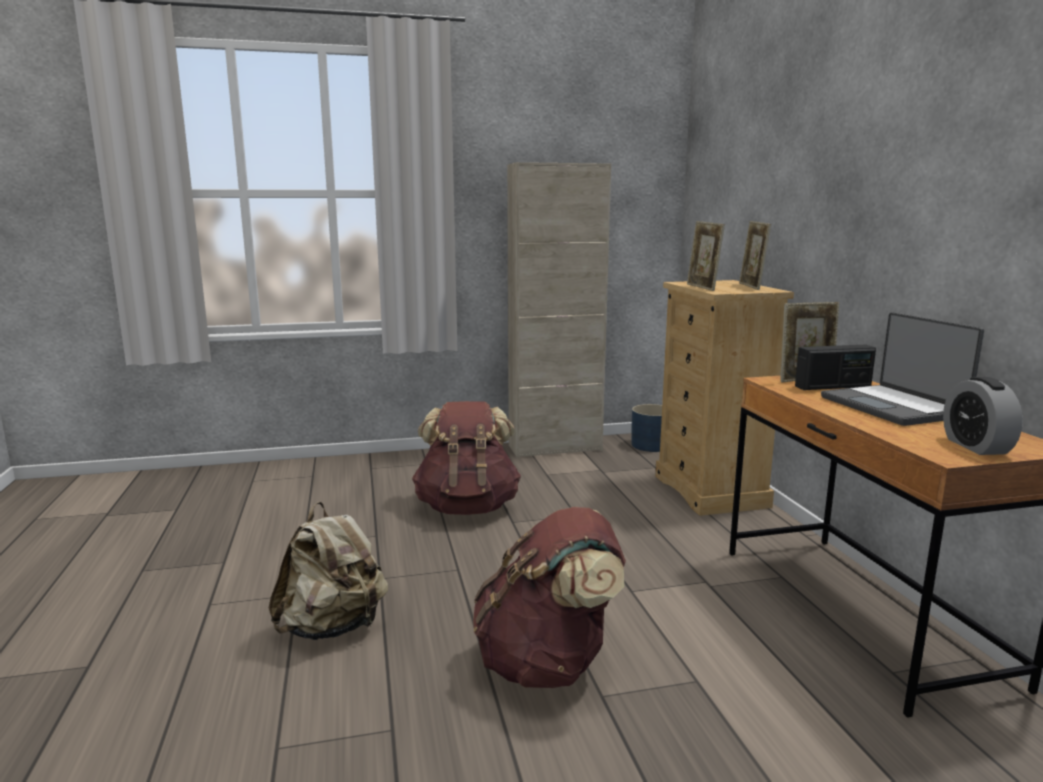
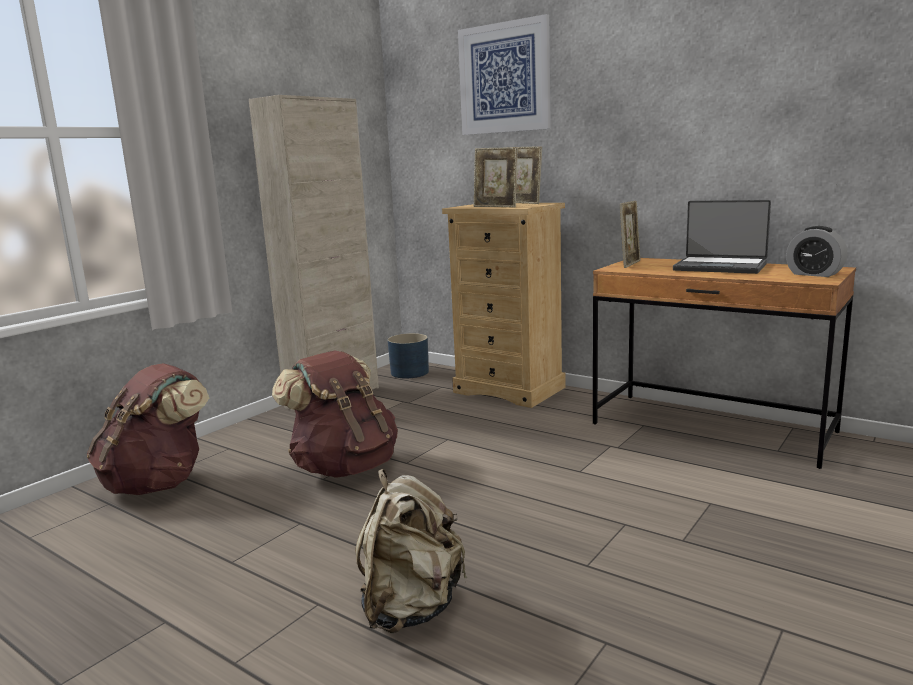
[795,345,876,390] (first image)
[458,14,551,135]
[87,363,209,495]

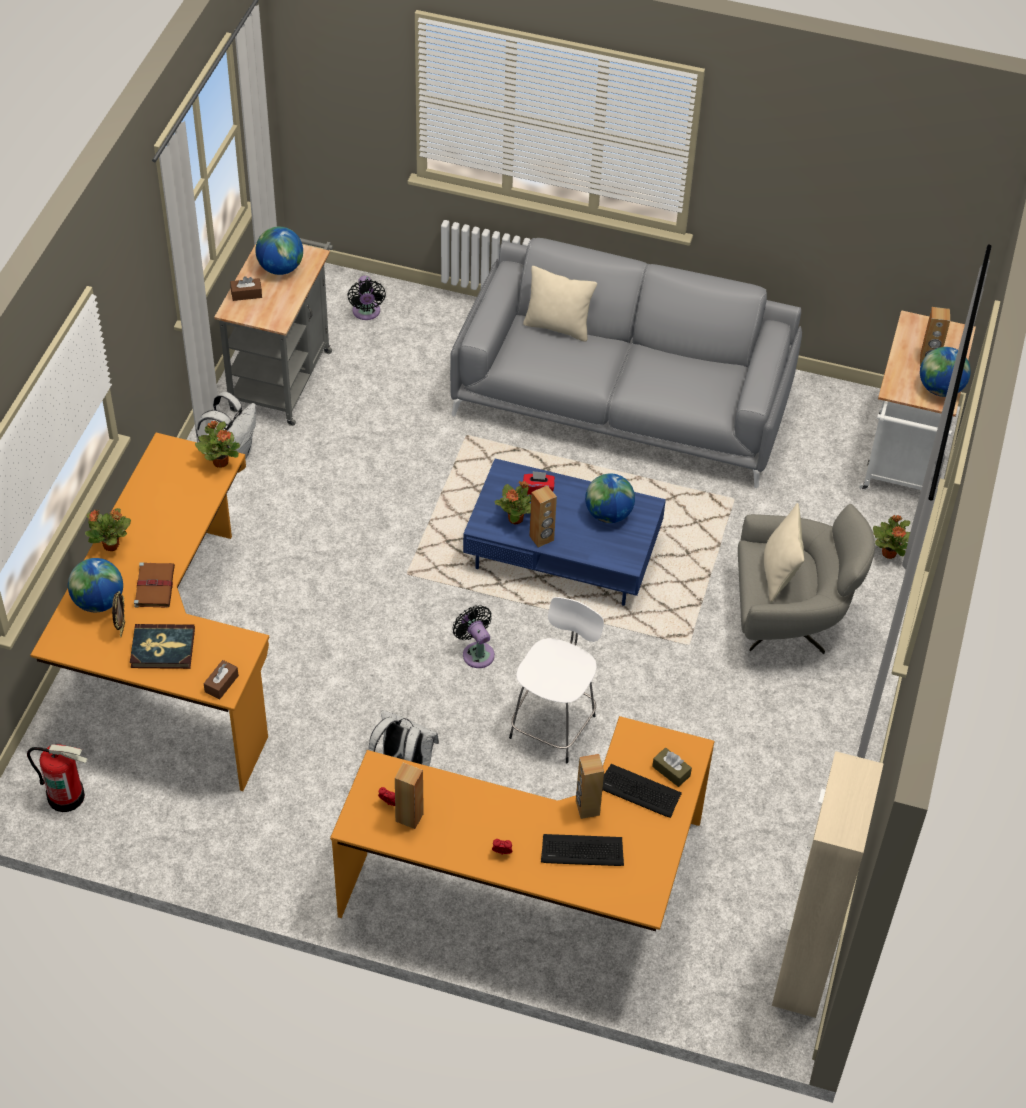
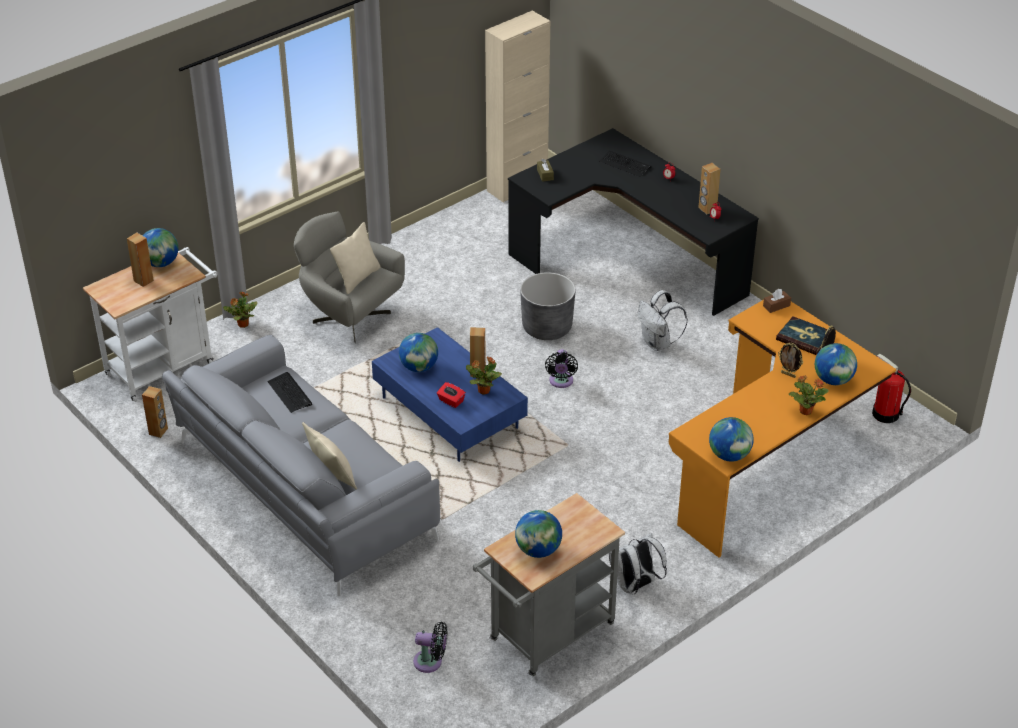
[195,421,240,468] (first image)
[230,276,262,301] (first image)
[709,417,754,462]
[142,386,168,438]
[267,372,313,413]
[778,343,803,378]
[520,272,576,340]
[508,128,759,316]
[413,622,448,673]

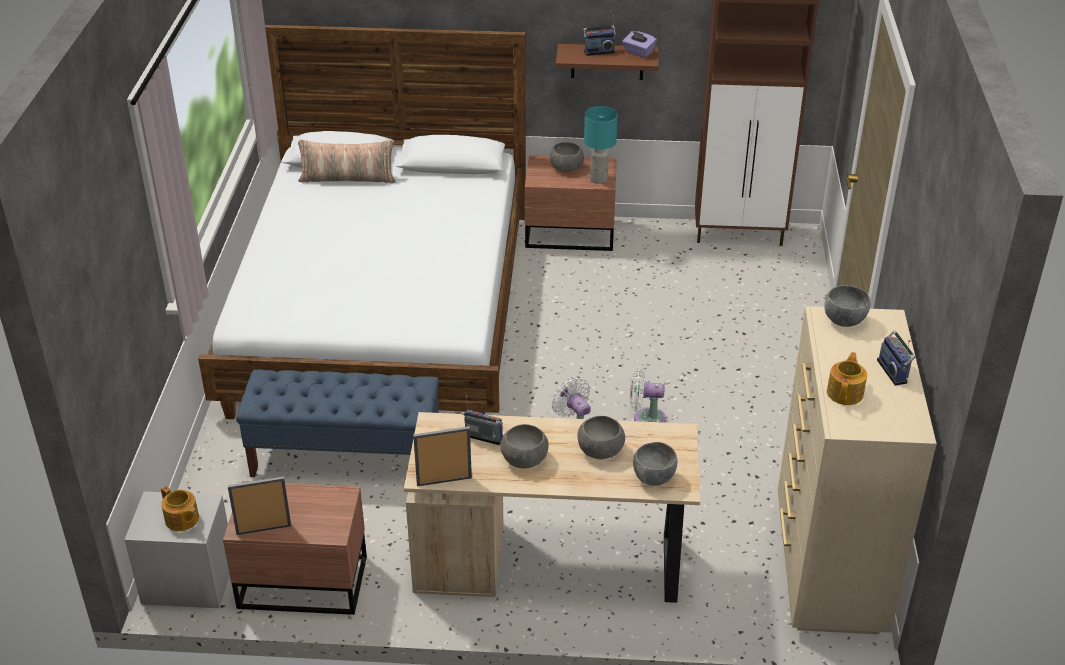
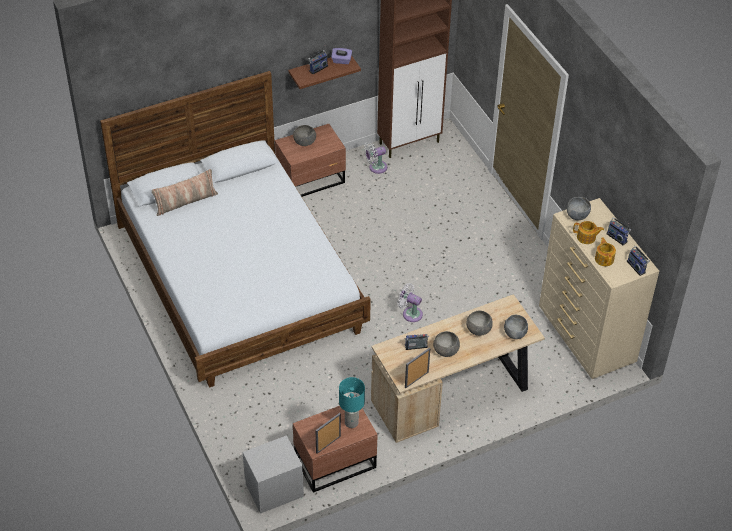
[236,369,439,477] (first image)
[627,246,649,276]
[573,221,604,244]
[339,377,365,428]
[364,142,387,174]

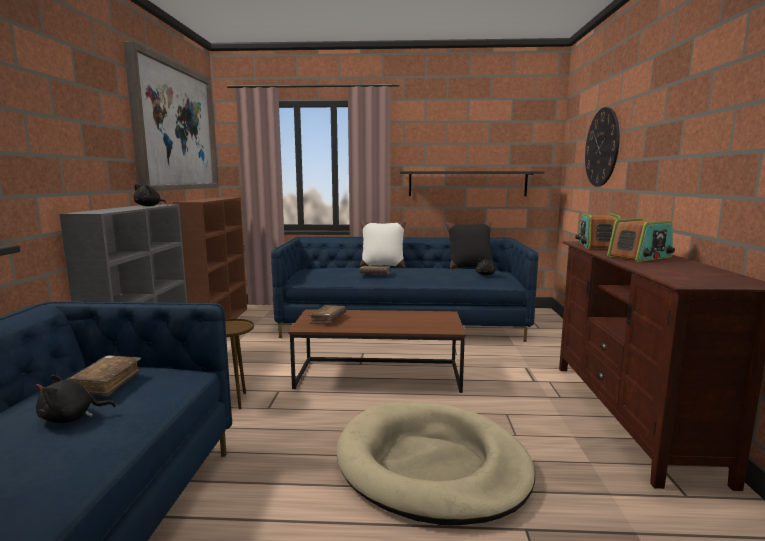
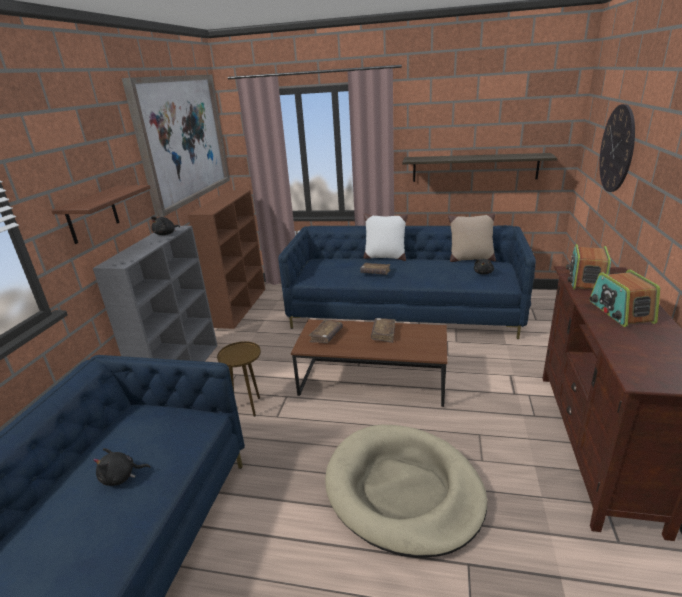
[51,185,151,244]
[371,318,396,343]
[448,213,496,262]
[589,270,660,327]

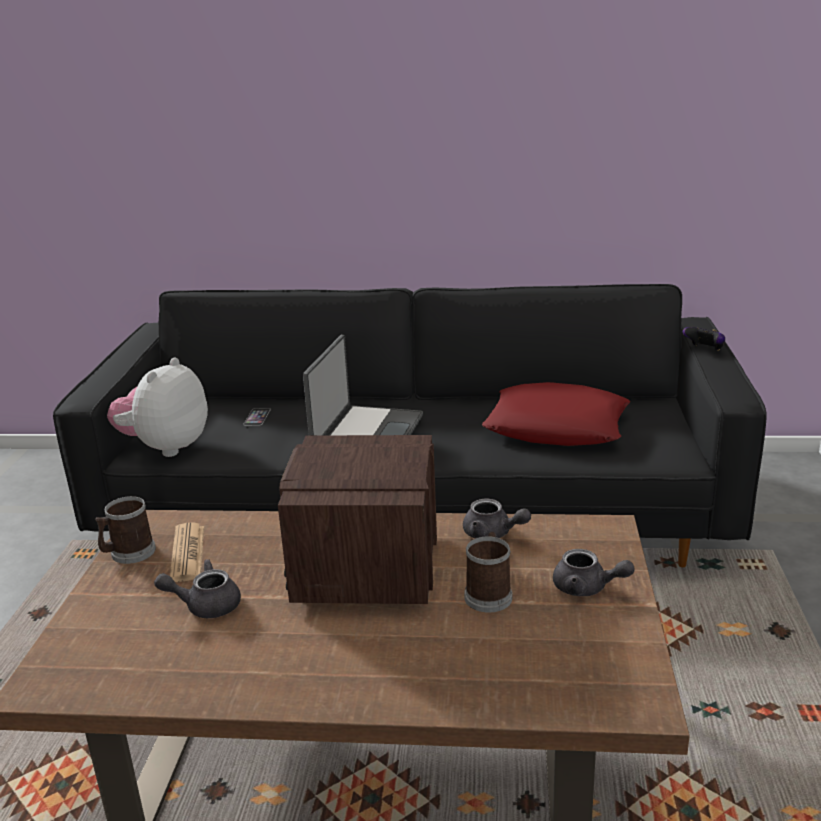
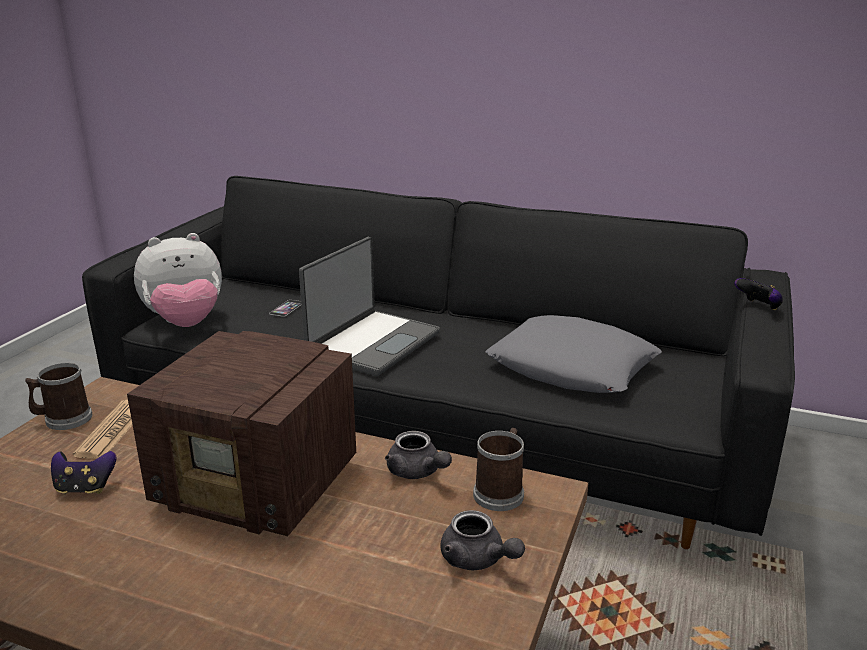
[473,428,524,511]
[51,451,116,494]
[485,315,662,393]
[134,233,222,327]
[127,331,356,536]

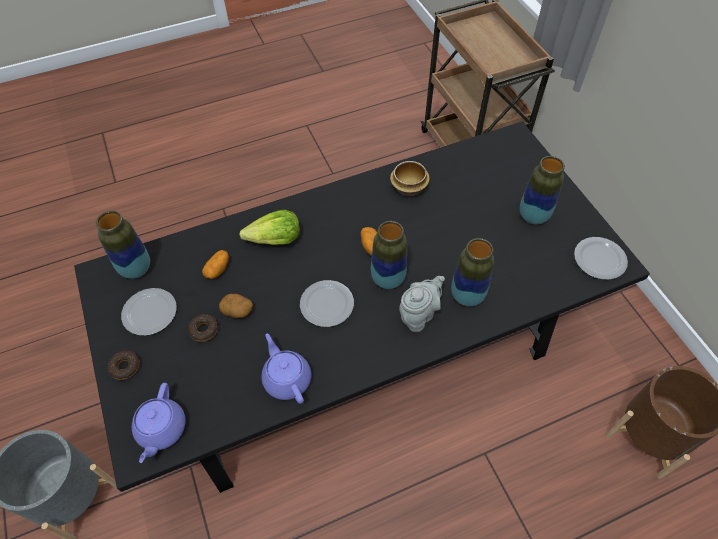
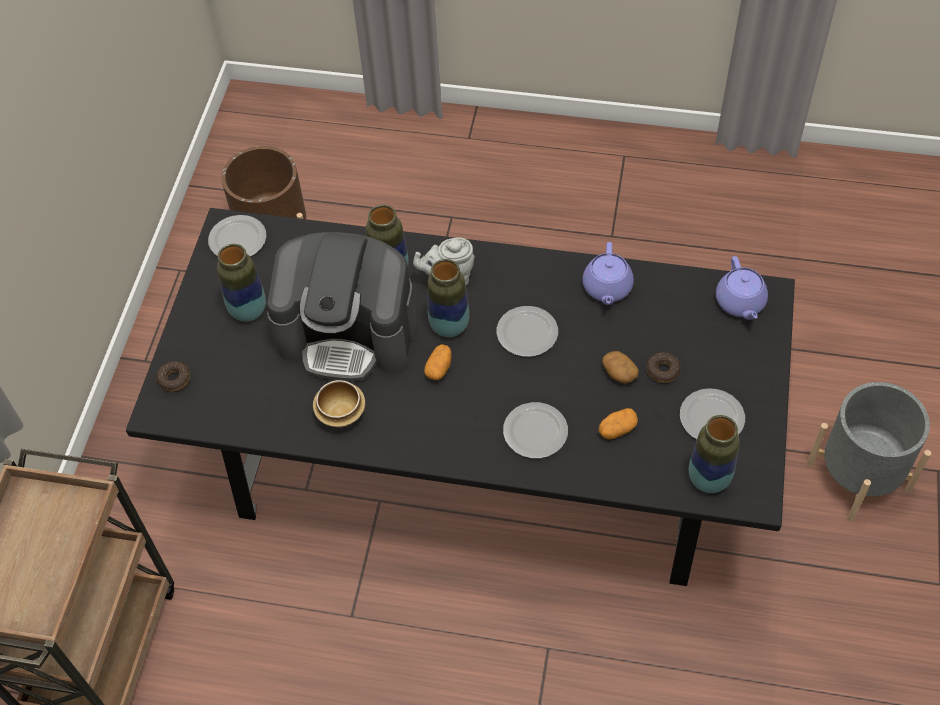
[267,232,416,382]
[156,361,190,392]
[503,402,568,459]
[716,256,768,320]

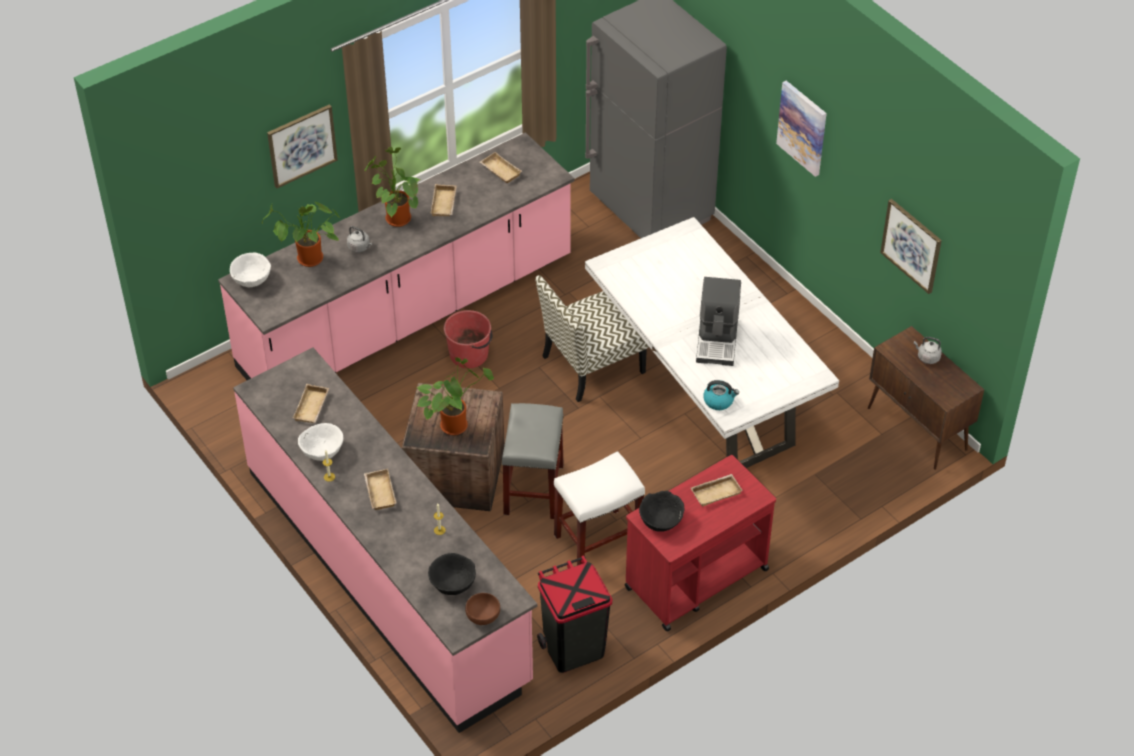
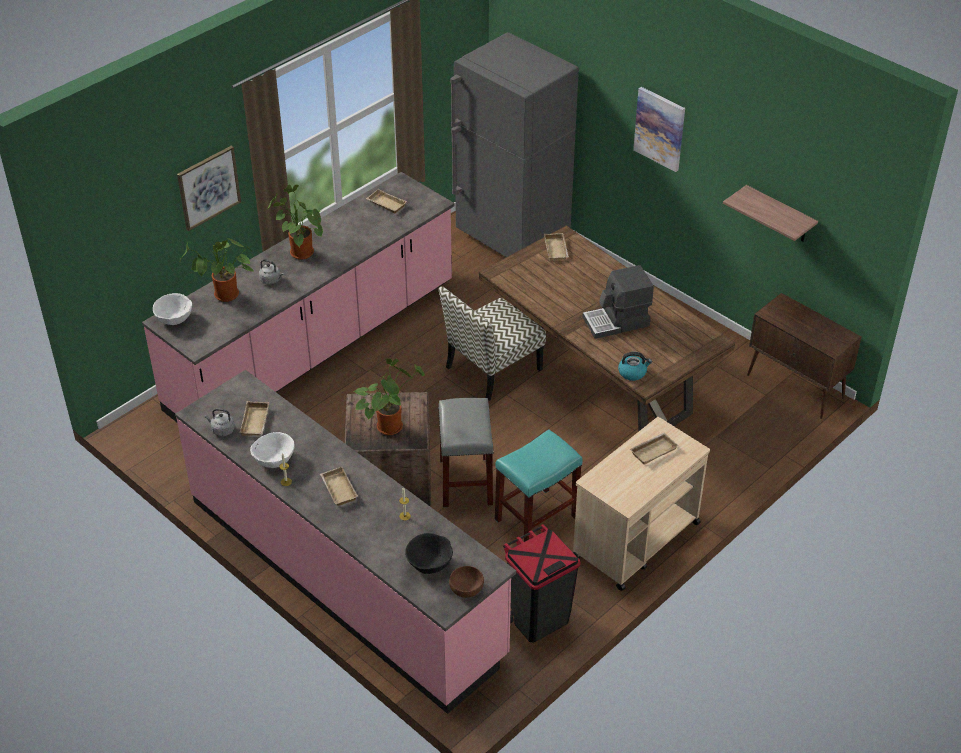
[444,310,493,368] (first image)
[639,491,685,532] (first image)
[544,233,569,261]
[205,408,235,436]
[723,185,818,242]
[495,429,582,542]
[479,225,735,432]
[573,417,710,591]
[582,265,654,339]

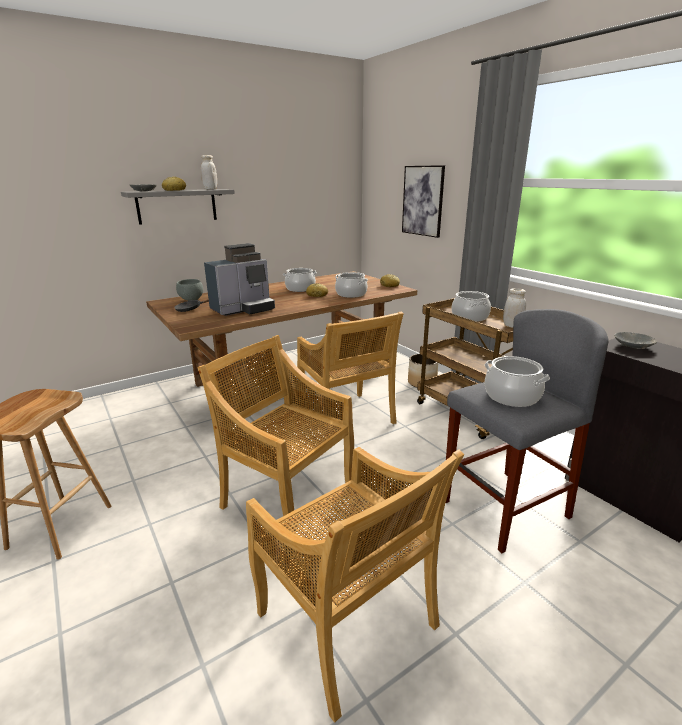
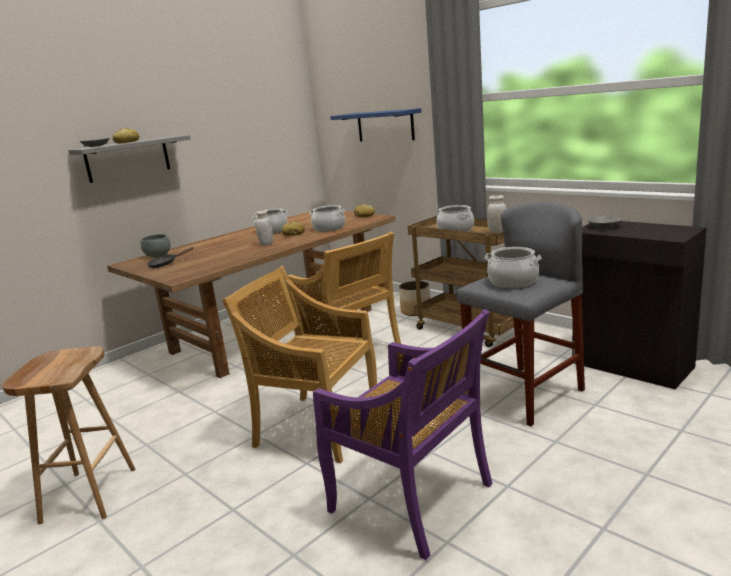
[204,243,275,316] (first image)
[256,210,273,246]
[330,108,421,142]
[313,309,492,560]

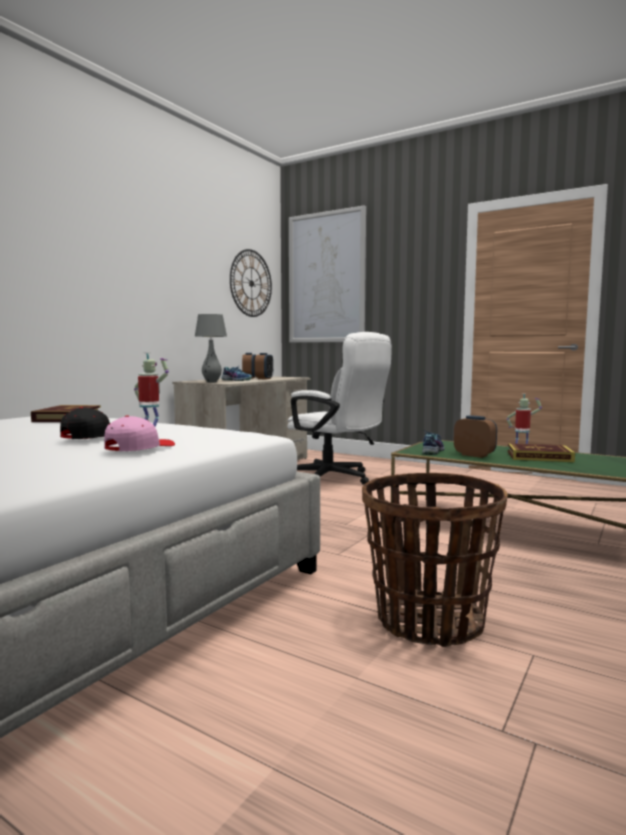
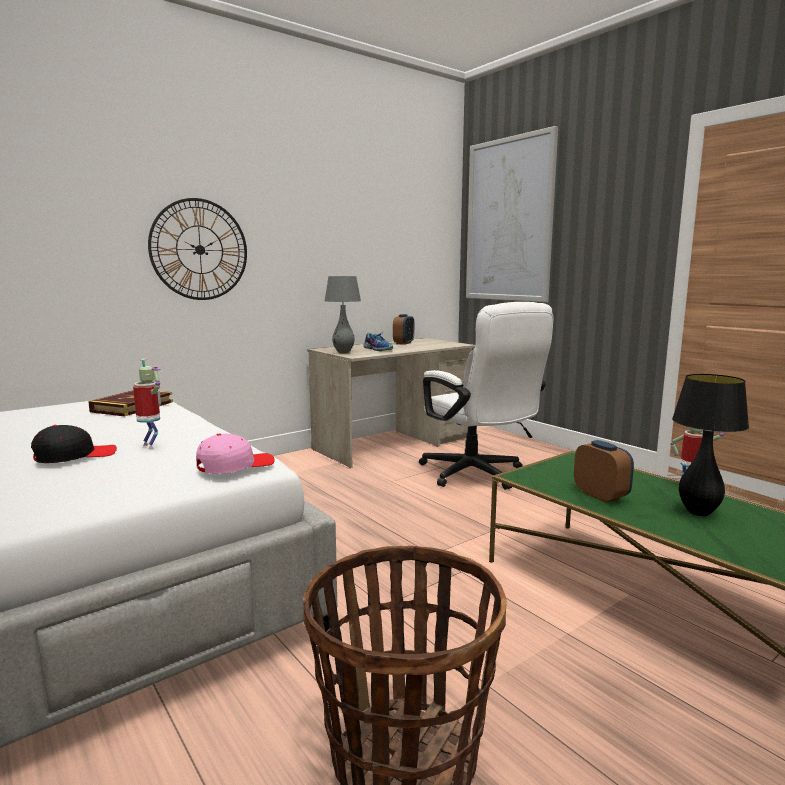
[255,353,273,379] (first image)
[422,431,444,455] (first image)
[196,434,275,474]
[148,198,247,300]
[672,374,749,516]

